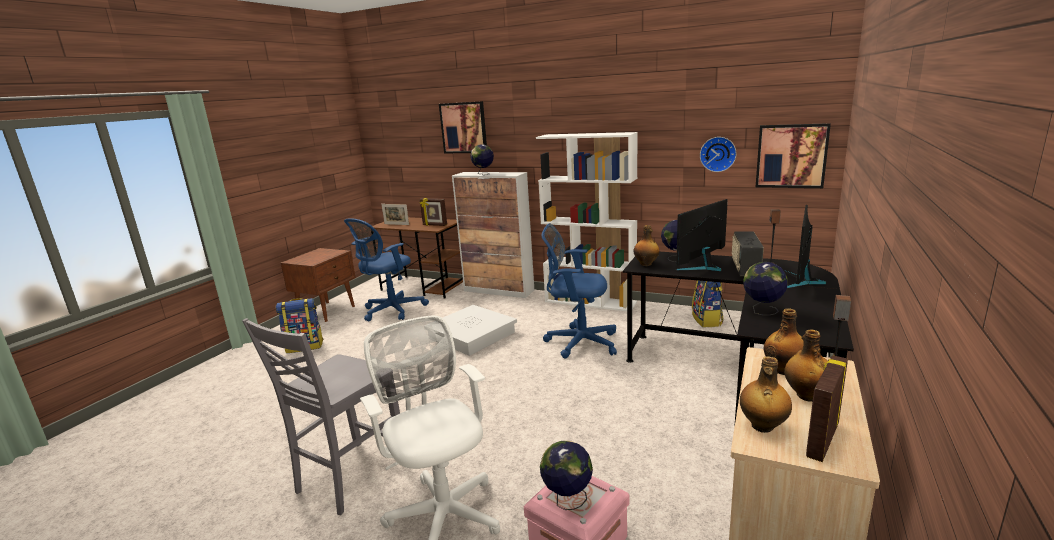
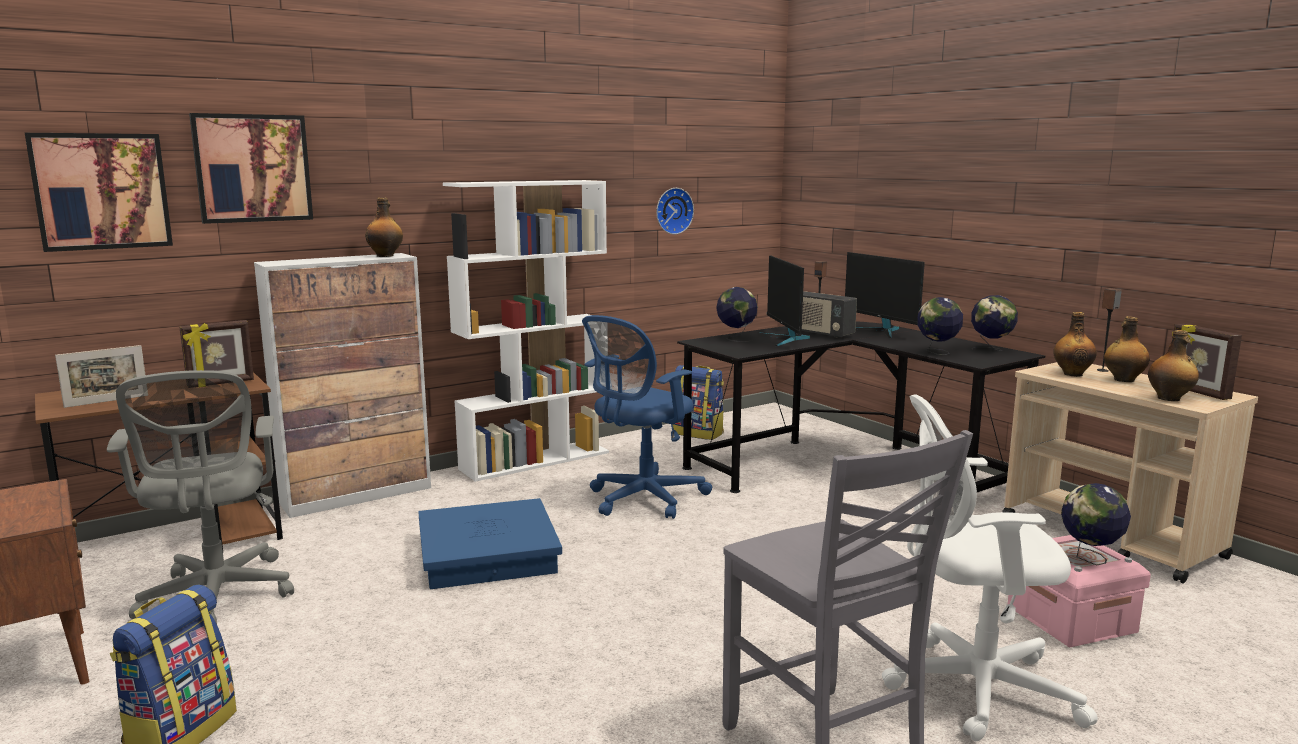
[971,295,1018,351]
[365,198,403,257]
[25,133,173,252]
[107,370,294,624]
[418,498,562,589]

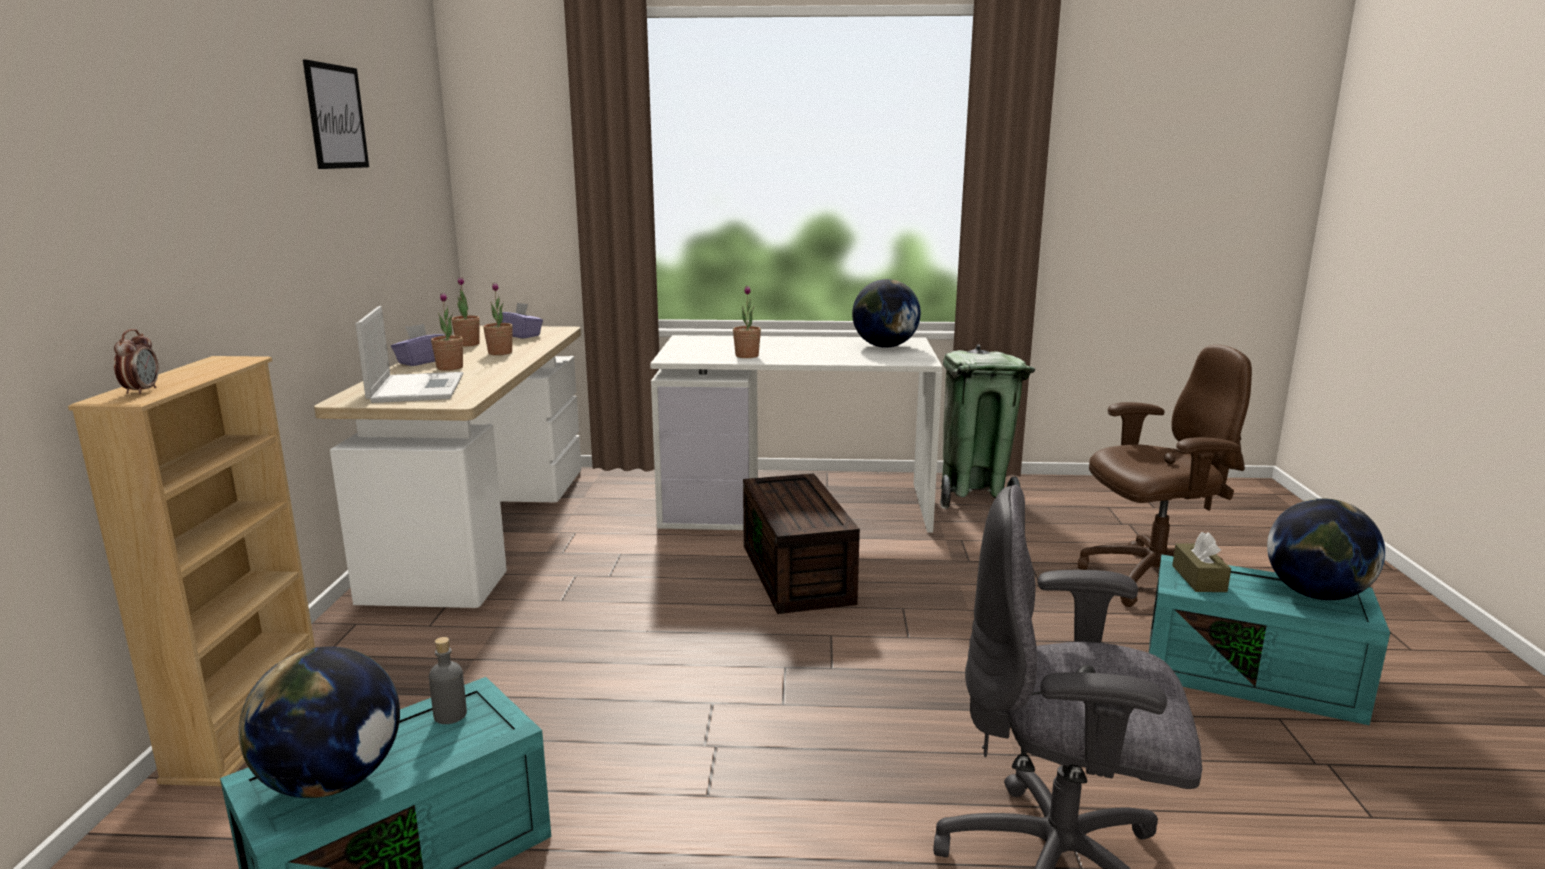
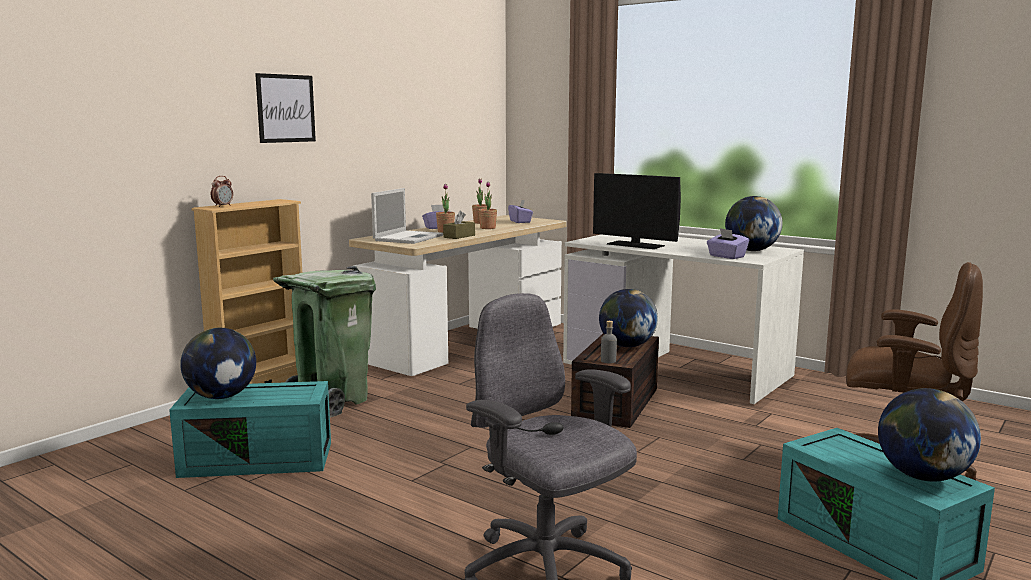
[599,289,658,347]
[707,228,749,259]
[255,73,316,143]
[601,321,617,363]
[273,266,376,418]
[443,211,475,239]
[593,173,681,249]

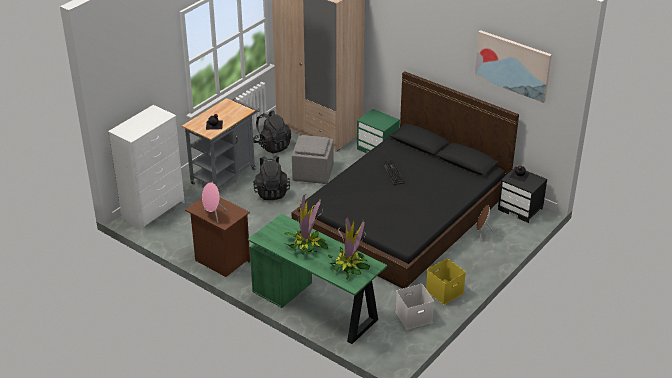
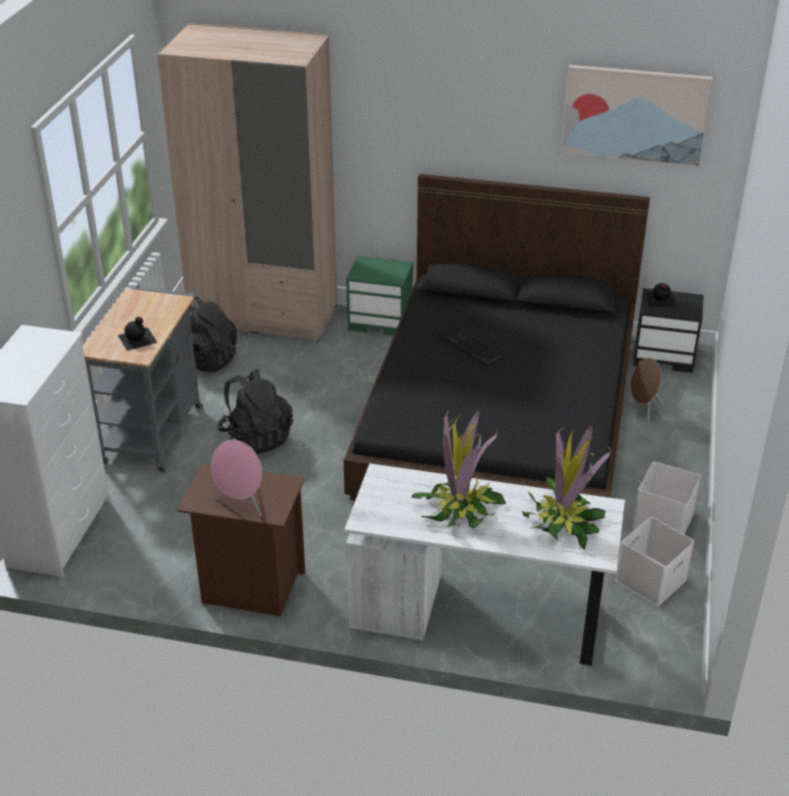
[292,135,334,184] (first image)
[345,463,625,666]
[633,462,701,534]

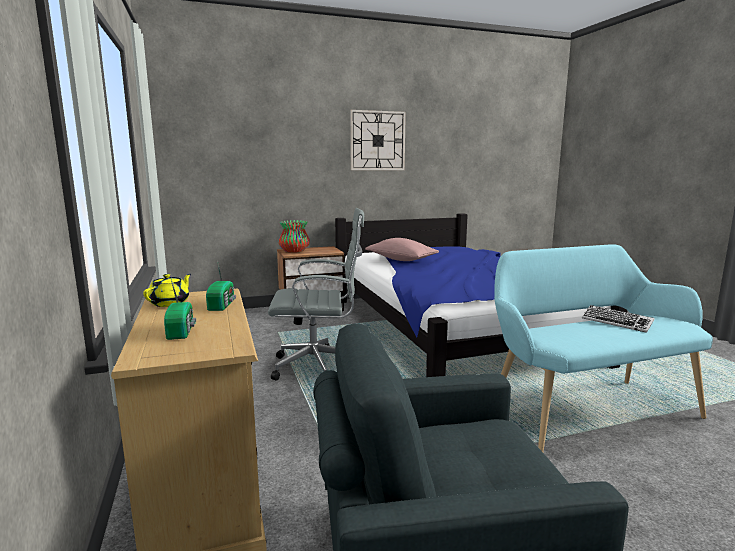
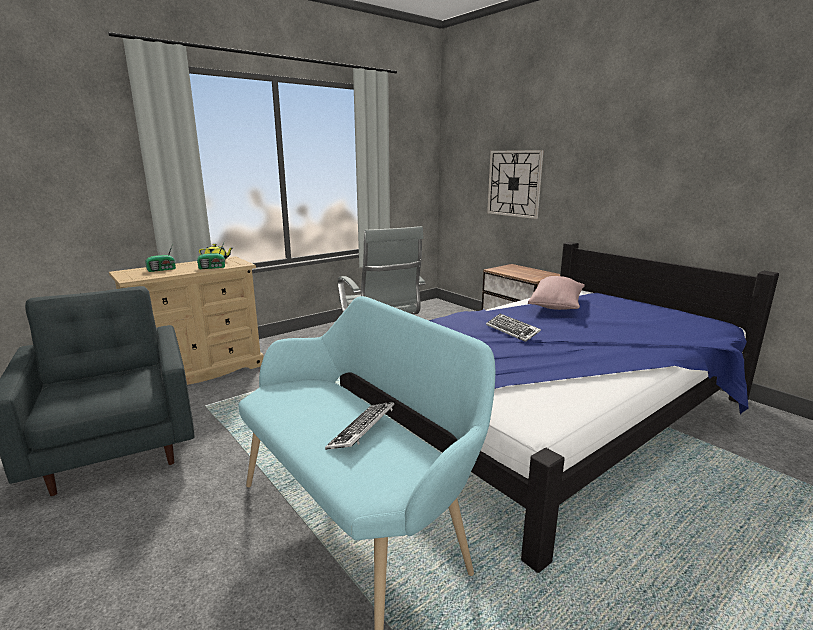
[279,220,310,253] (first image)
[486,314,541,342]
[487,150,544,219]

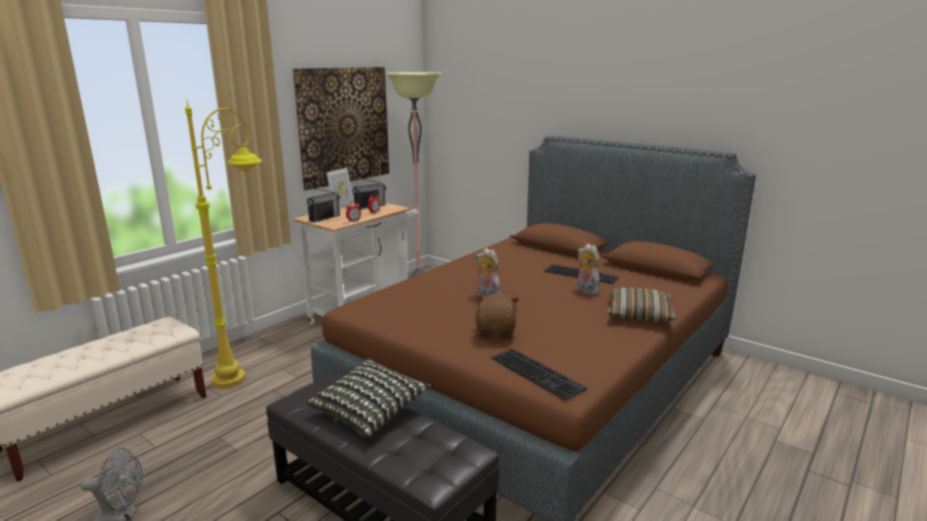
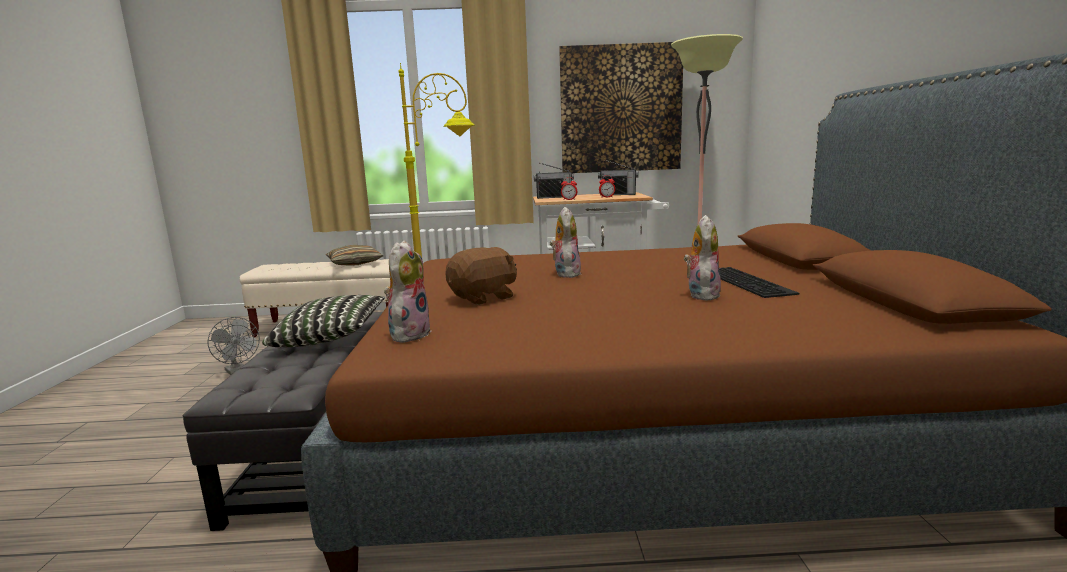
[326,168,354,208] (first image)
[326,245,383,266]
[384,240,432,343]

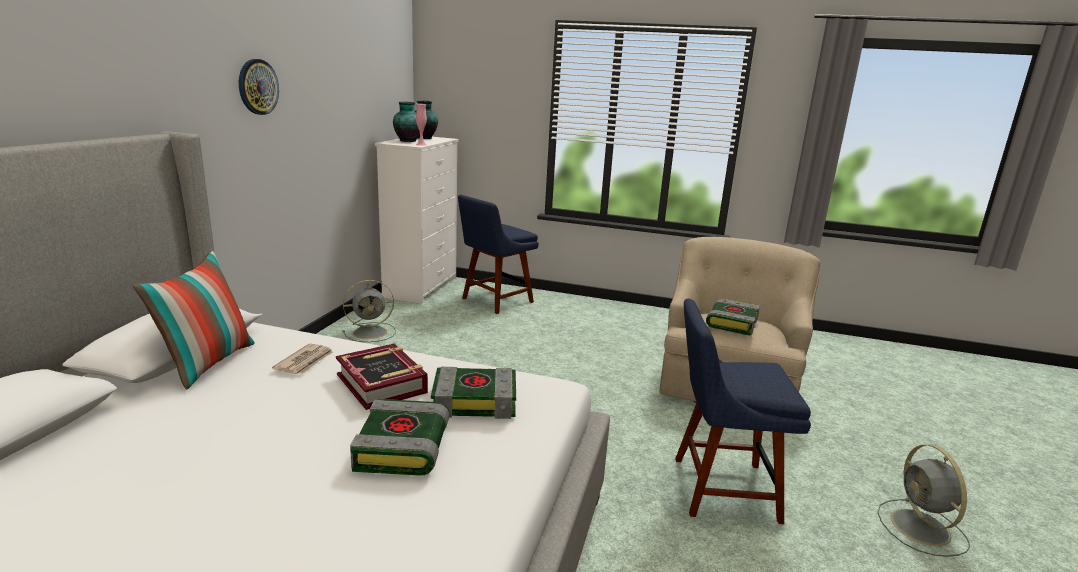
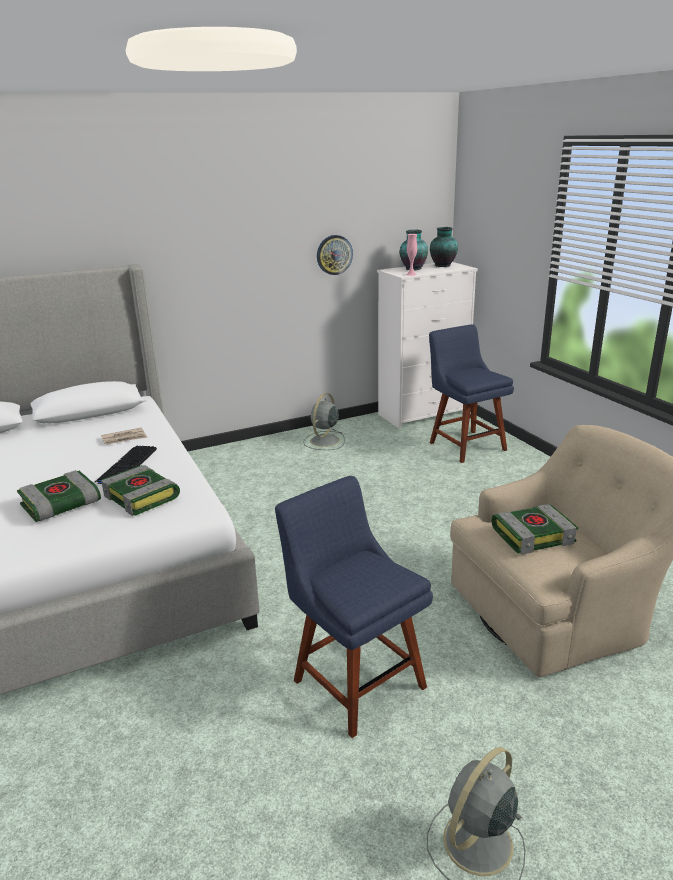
[133,251,255,390] (first image)
[317,235,353,275]
[95,446,157,484]
[303,393,345,450]
[429,325,514,463]

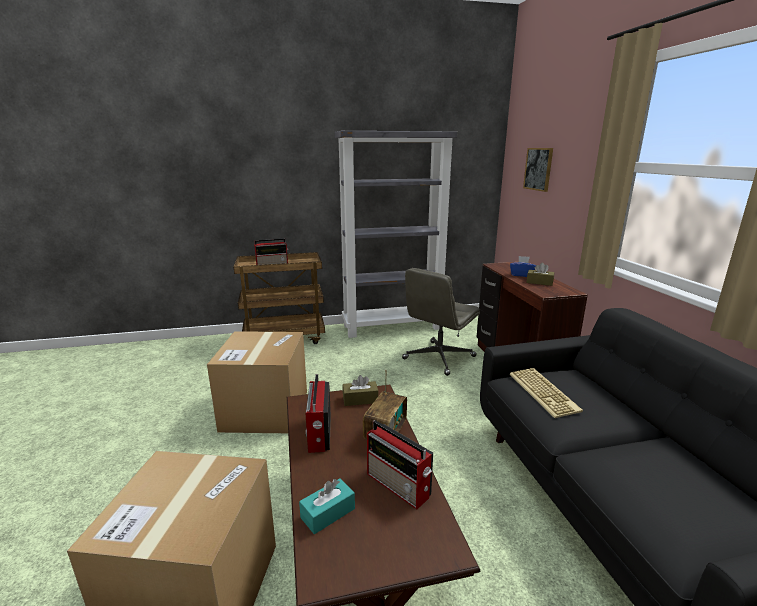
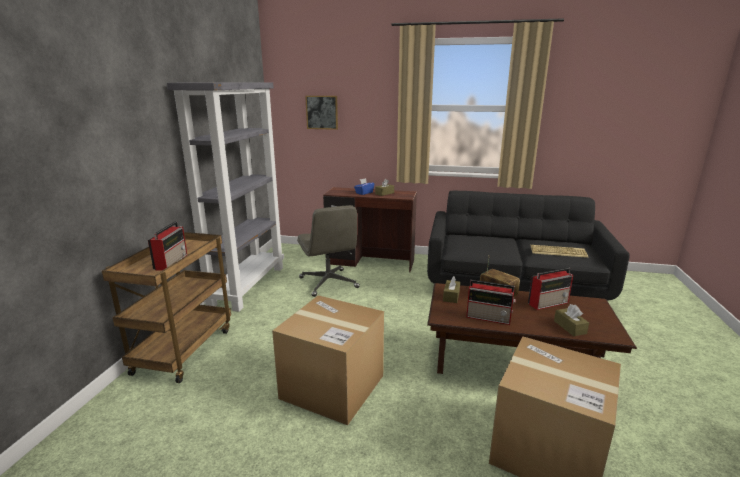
[530,245,588,258]
[554,304,589,336]

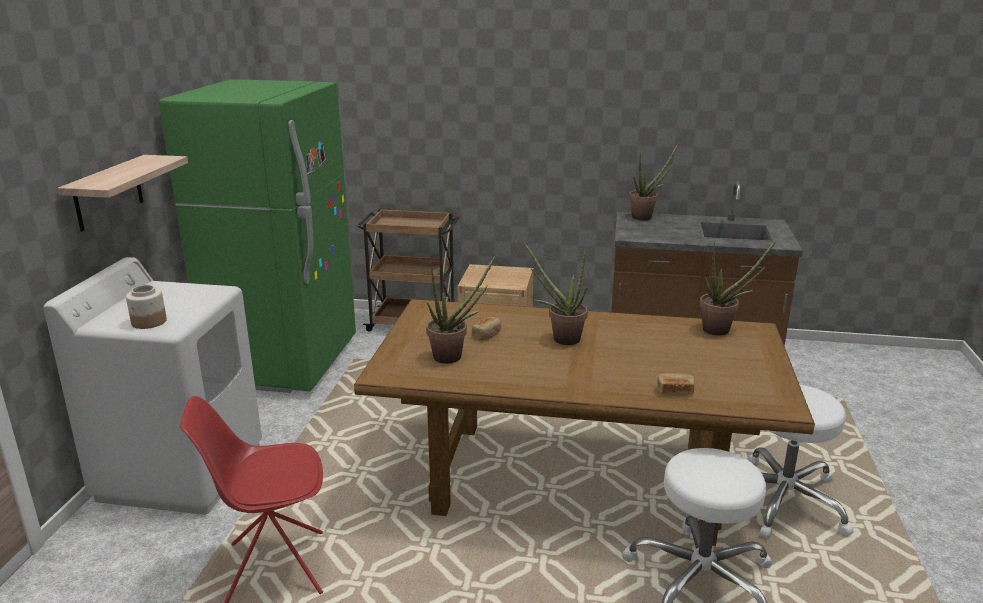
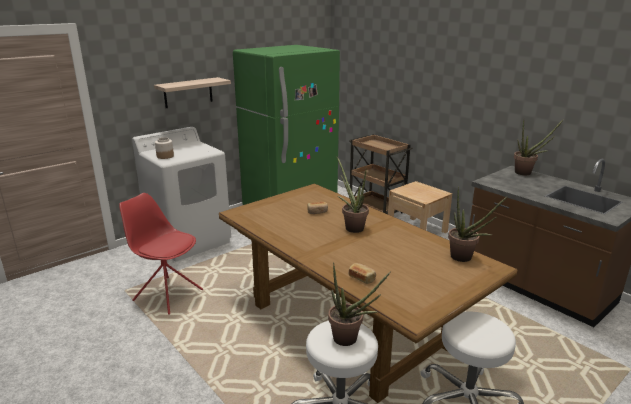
[328,262,390,346]

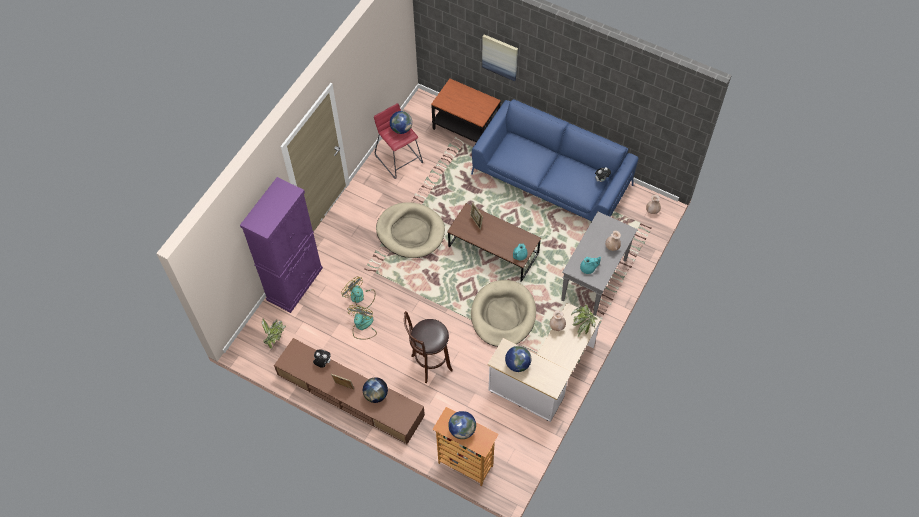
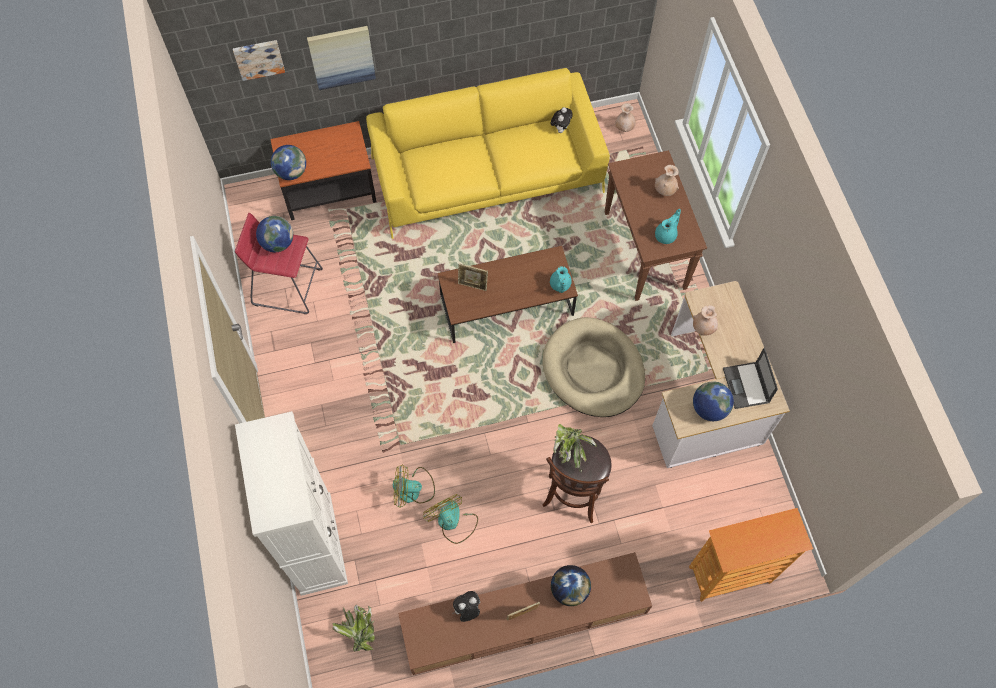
[376,202,445,258] (first image)
[233,40,285,81]
[723,348,778,409]
[271,145,306,180]
[553,424,597,473]
[235,411,348,596]
[366,68,610,239]
[605,150,707,301]

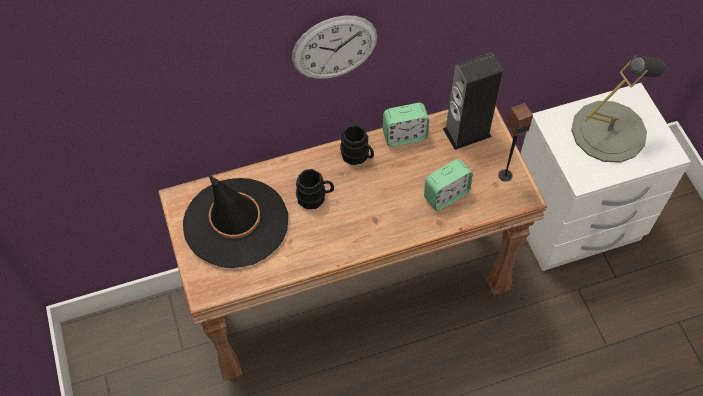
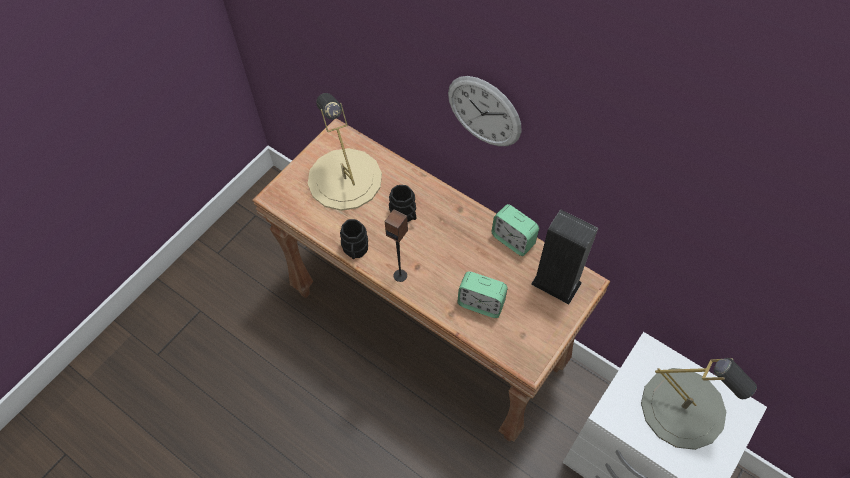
[340,219,368,259]
[385,209,408,282]
[308,93,382,211]

